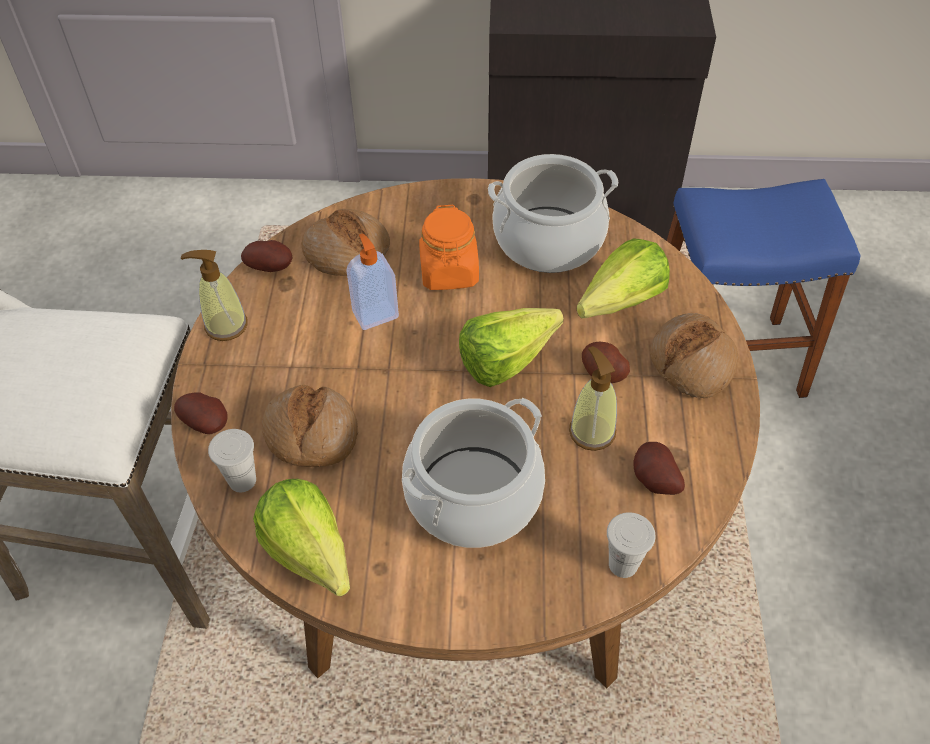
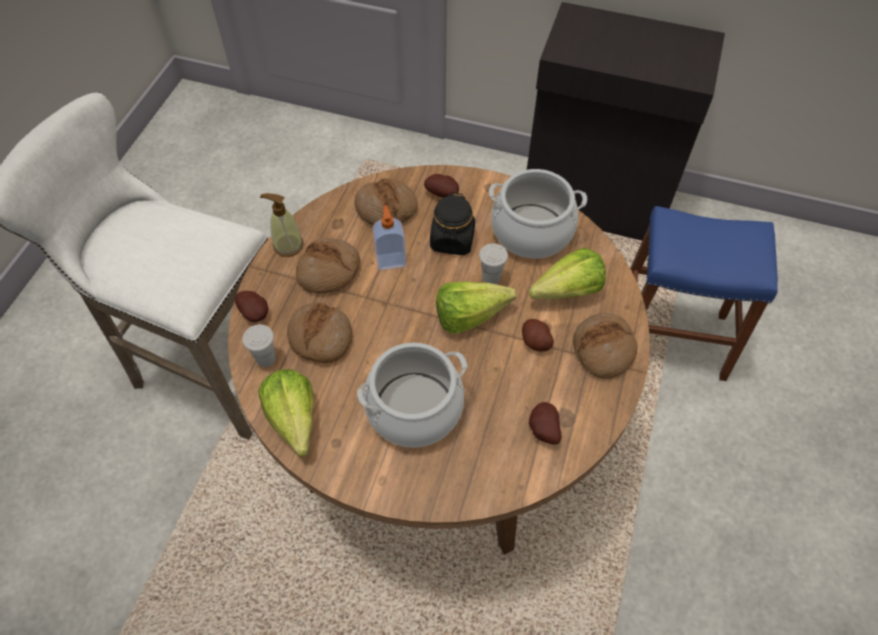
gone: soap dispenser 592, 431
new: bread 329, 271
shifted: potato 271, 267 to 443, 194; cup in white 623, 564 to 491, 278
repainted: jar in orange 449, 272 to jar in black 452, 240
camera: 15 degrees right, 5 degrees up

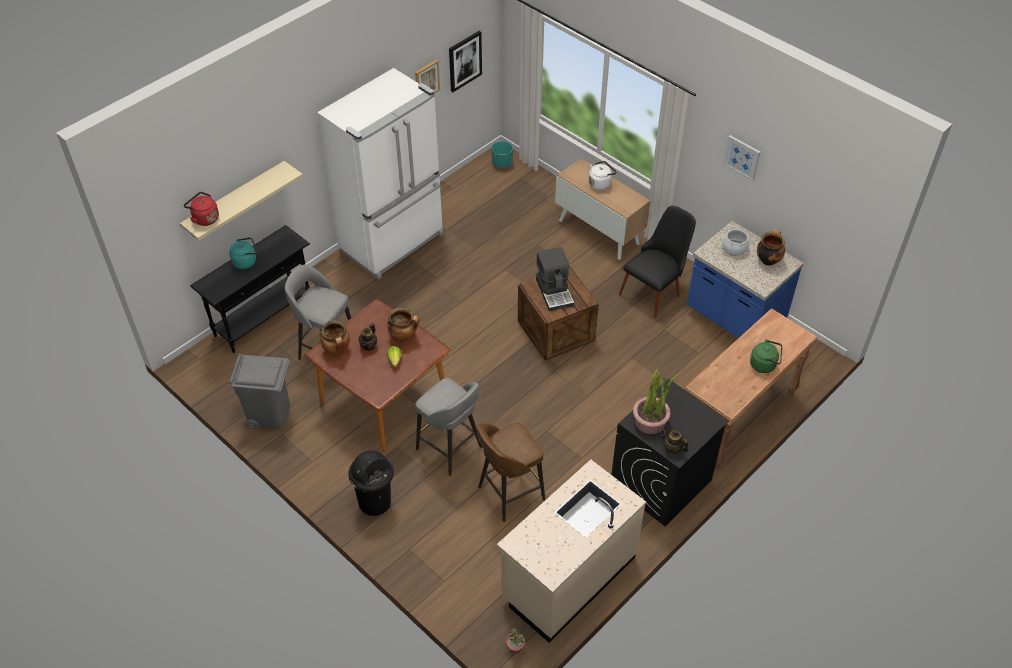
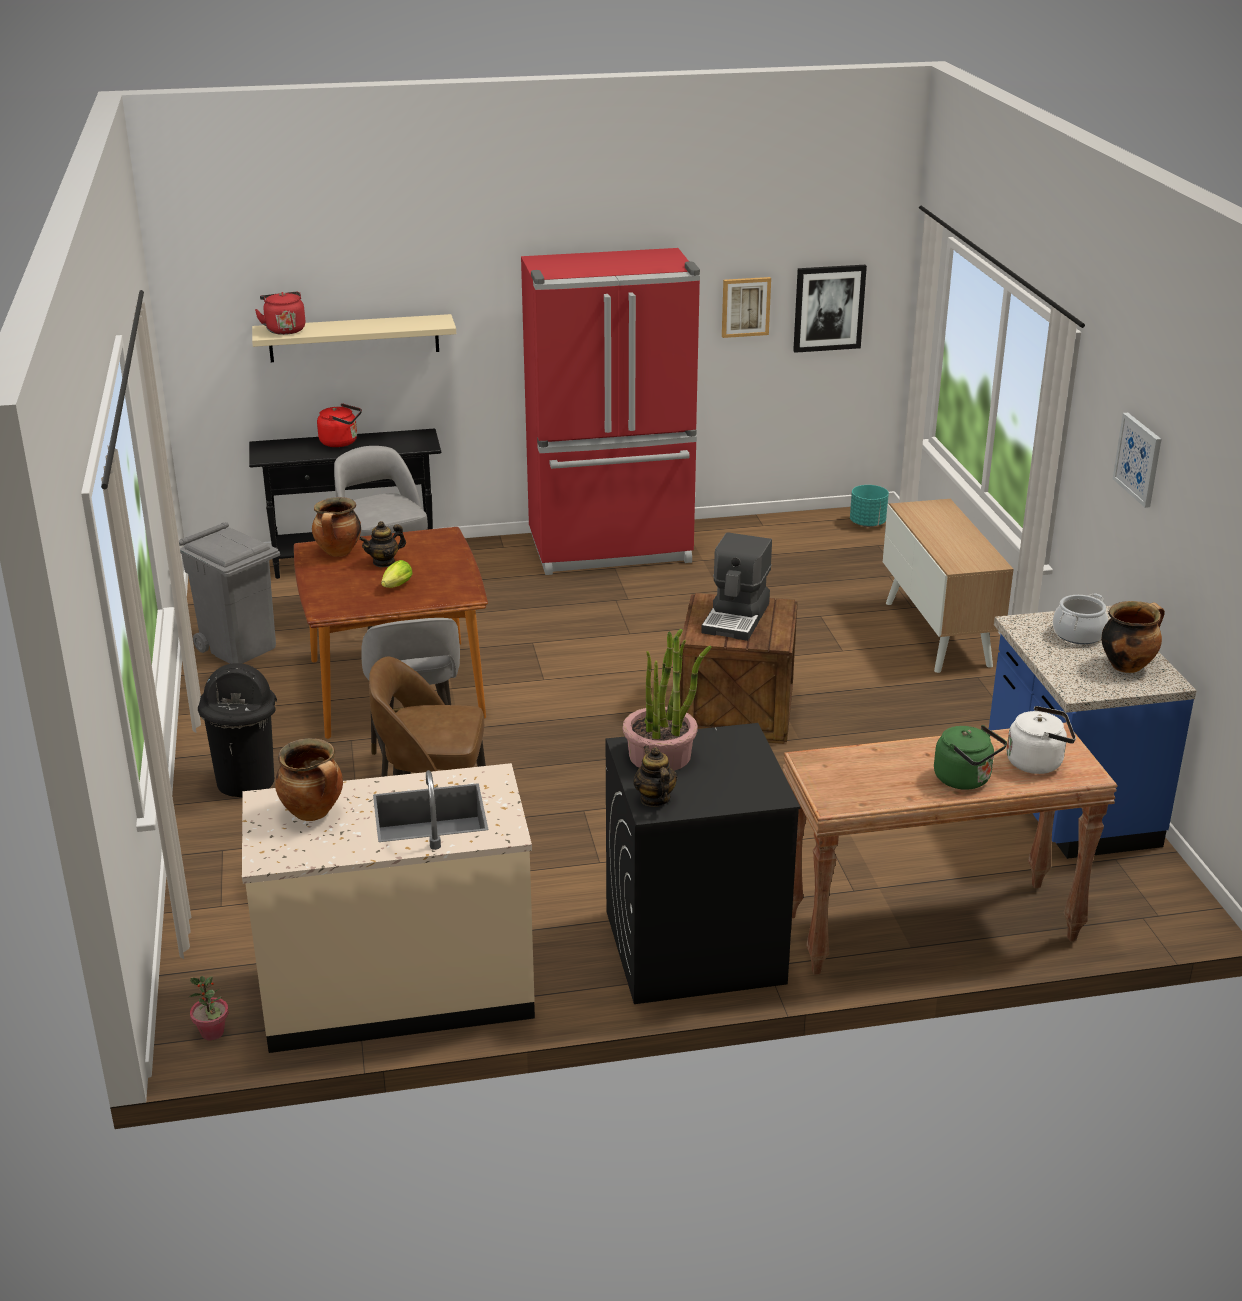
gone: chair in black 655, 290
shifted: kettle in white 600, 183 to 1038, 762; cooking pot 404, 336 to 314, 813
repainted: fridge in white 393, 243 to fridge in red 611, 550; kettle in turquoise 246, 261 to kettle in red 341, 442
camera: 35 degrees right, 20 degrees down

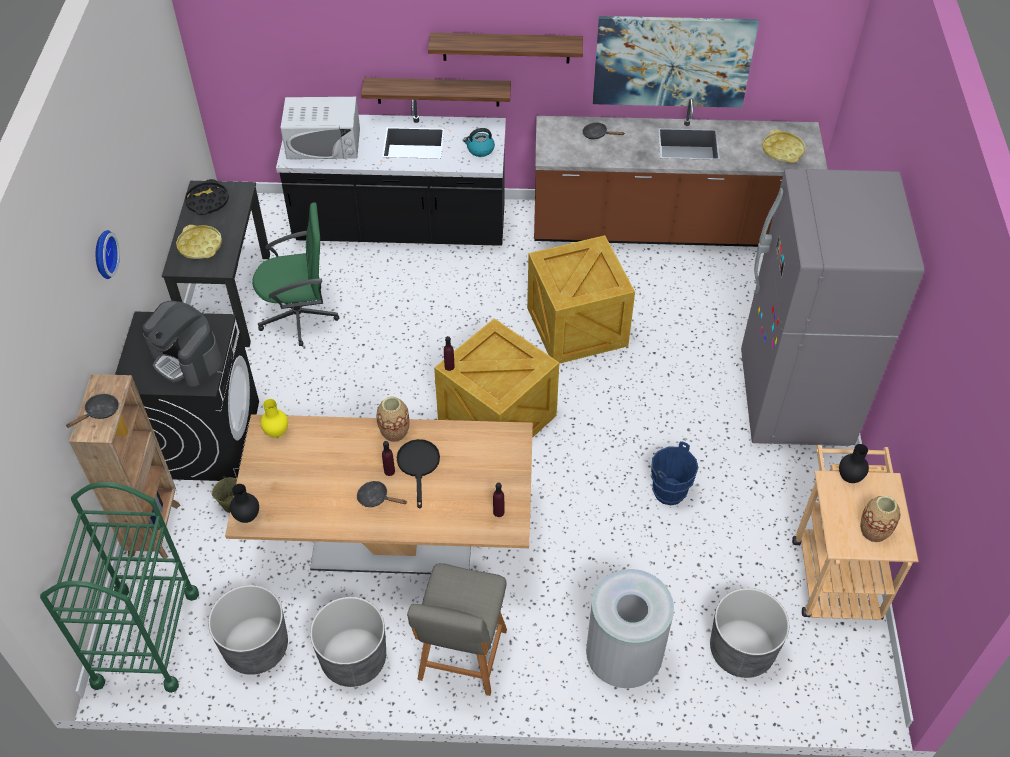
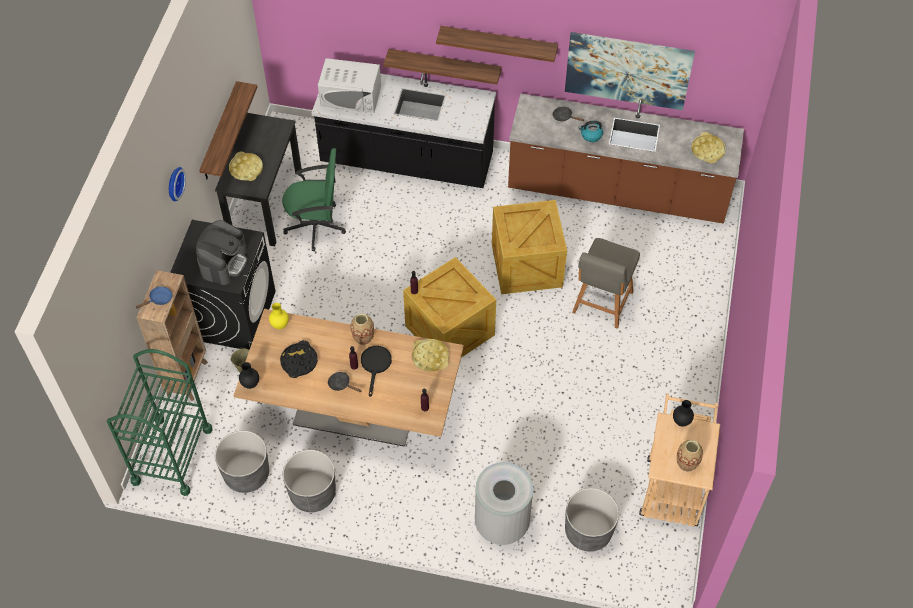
gone: fridge in grey 794, 400; bucket in blue 669, 492
new: shelf 220, 133; tray in yellow 430, 357
shifted: kettle 480, 150 to 591, 135; tray in black 207, 201 to 299, 361; chair in grey 461, 658 to 601, 304
repainted: frying pan in black 100, 412 to frying pan in blue 159, 299
rotated: coffee machine 186, 358 = 224, 262 120 degrees counterclockwise
camera: 10 degrees right, 5 degrees up

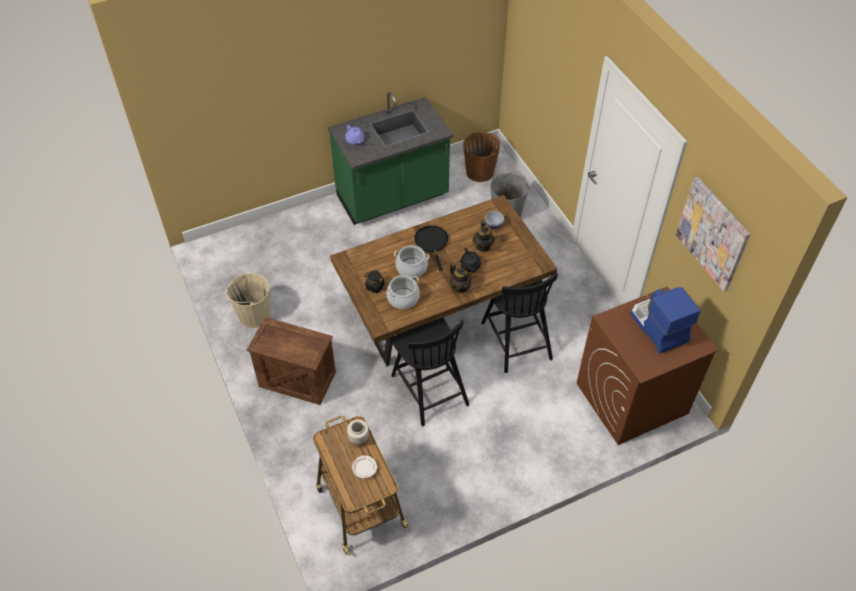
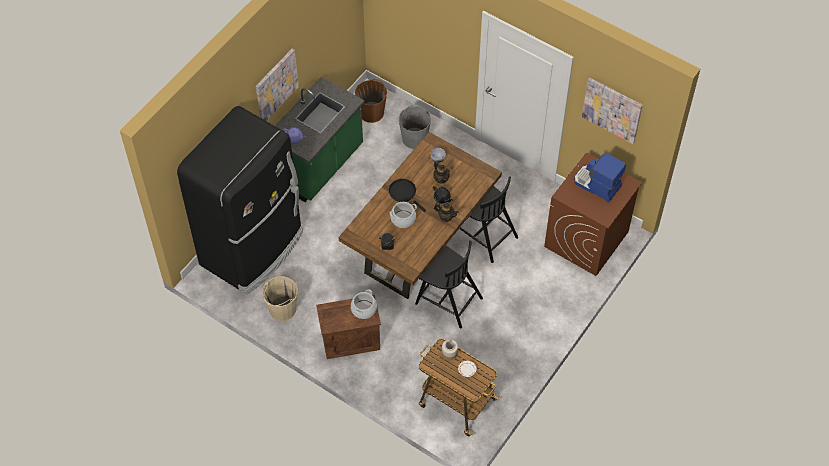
new: picture 276, 85; fridge in black 253, 248
shifted: cooking pot 403, 298 to 364, 309
camera: 30 degrees left, 5 degrees up

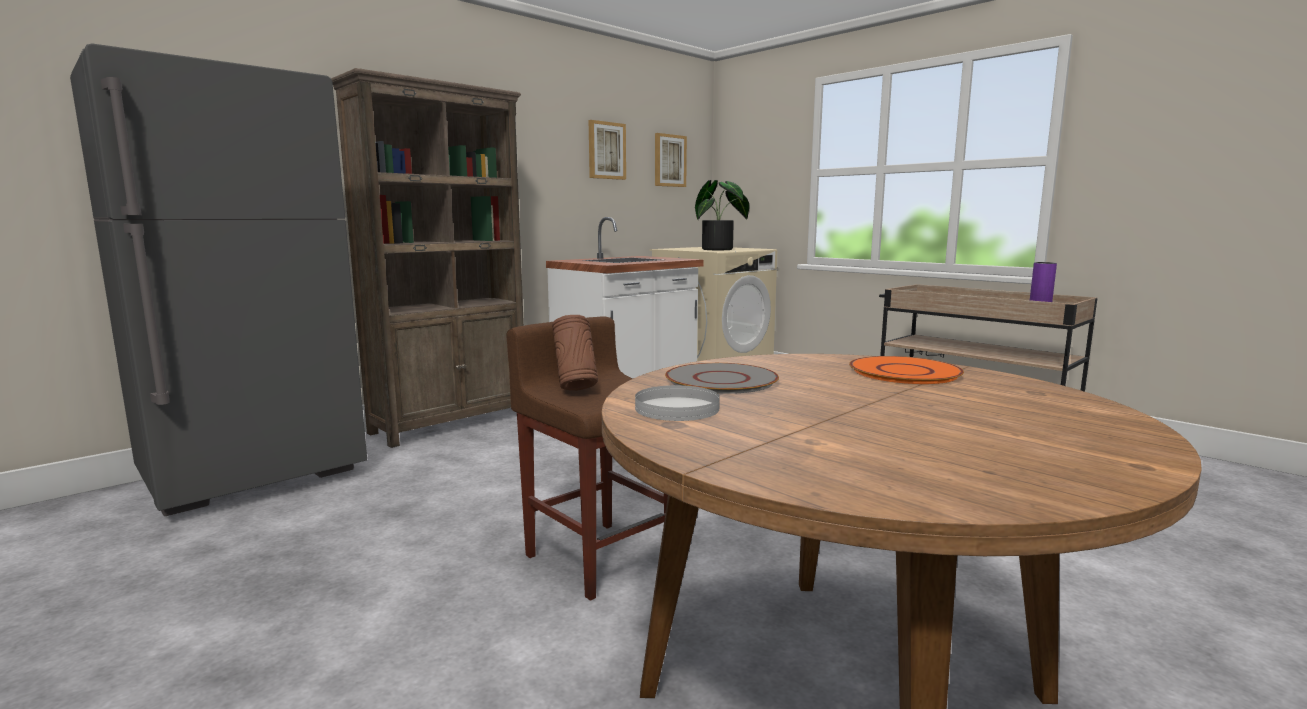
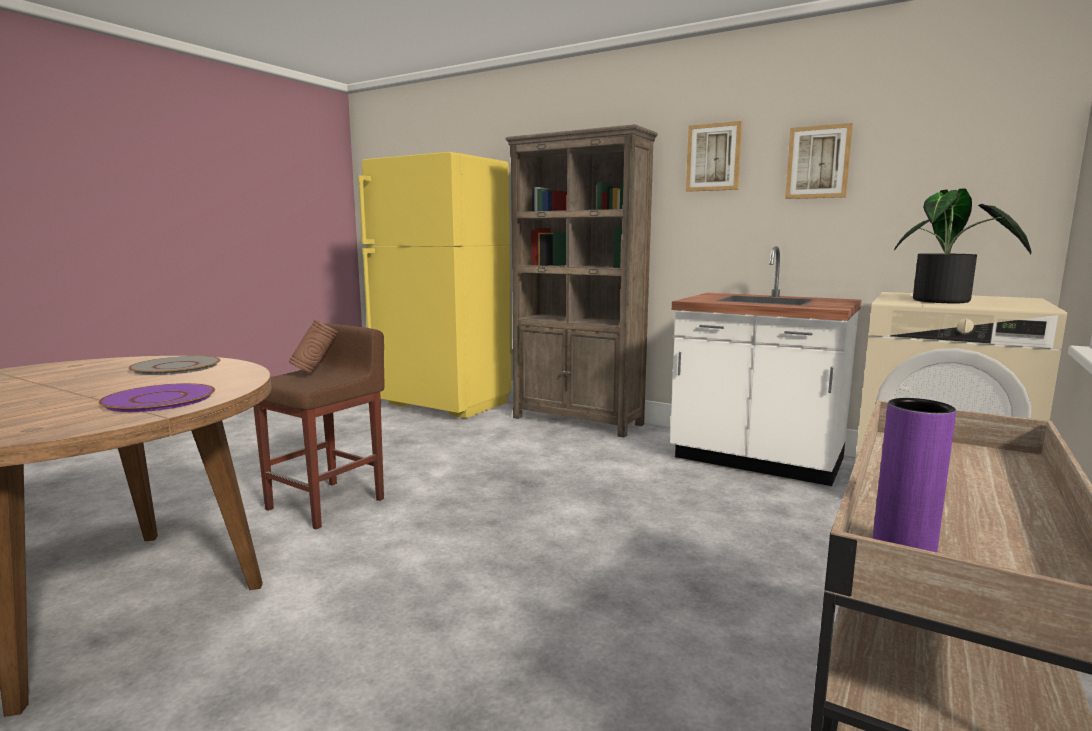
gone: plate in white 677, 408
shifted: picture 669, 160 to 714, 157
repainted: fridge in grey 256, 479 to fridge in yellow 444, 405; plate in orange 905, 372 to plate in purple 158, 400
camera: 75 degrees right, 0 degrees up

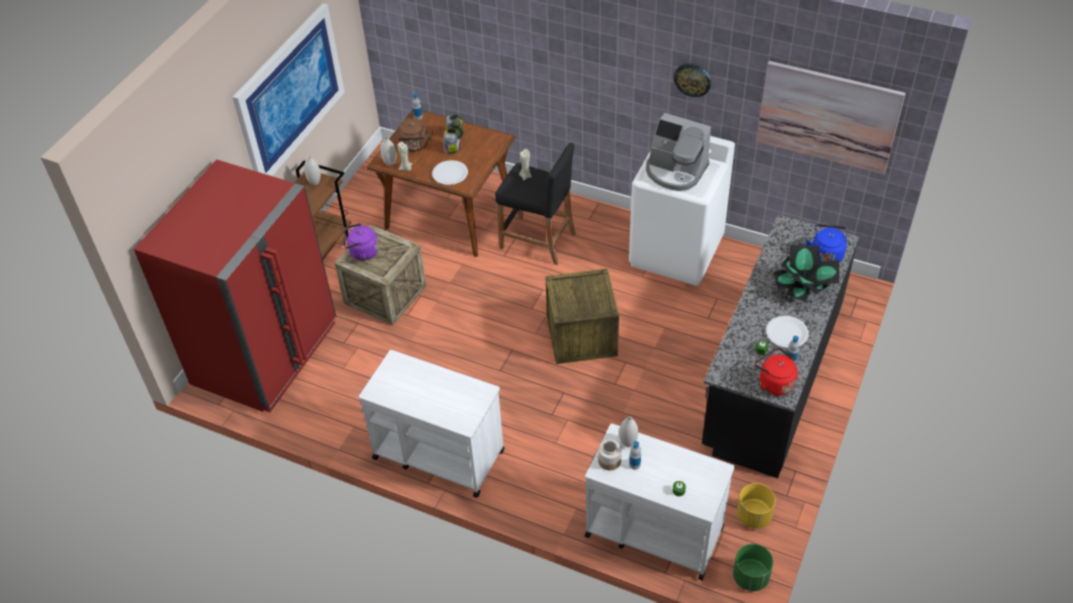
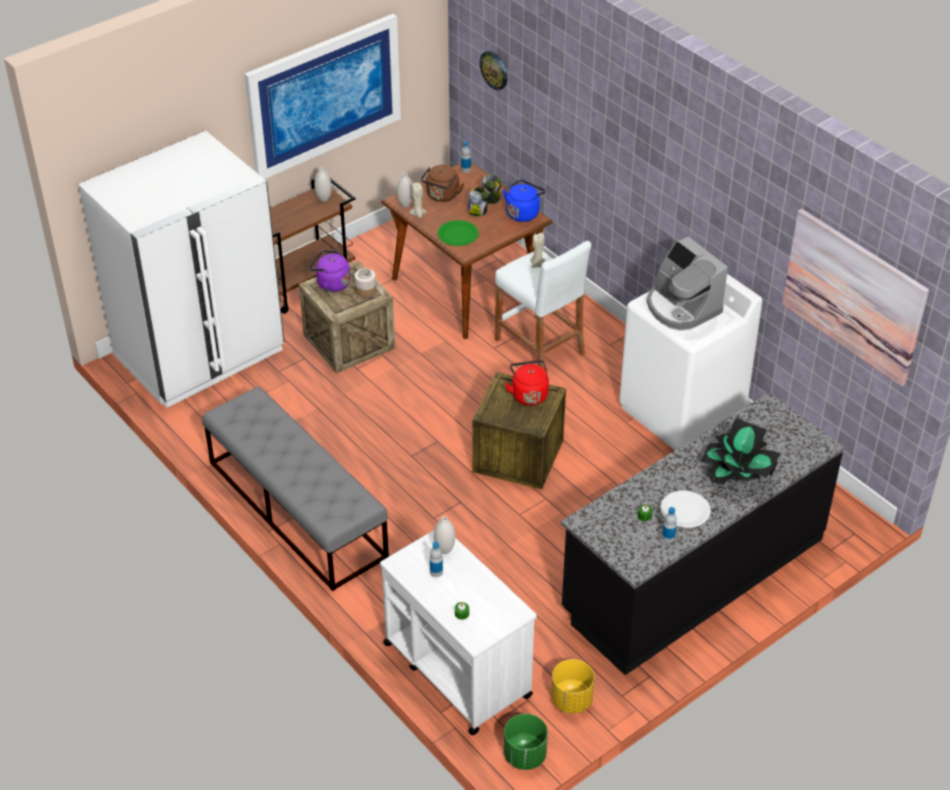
shifted: wall clock 692, 79 to 494, 70; kettle in blue 826, 254 to 523, 213; kettle in red 774, 383 to 528, 394; jar 609, 460 to 366, 290
swapped: cart in white 438, 454 to bench in grey 296, 508
repainted: stool in black 538, 241 to stool in white 539, 346; fridge in red 266, 353 to fridge in white 200, 353; plate in white 450, 174 to plate in green 458, 234
camera: 25 degrees right, 5 degrees down

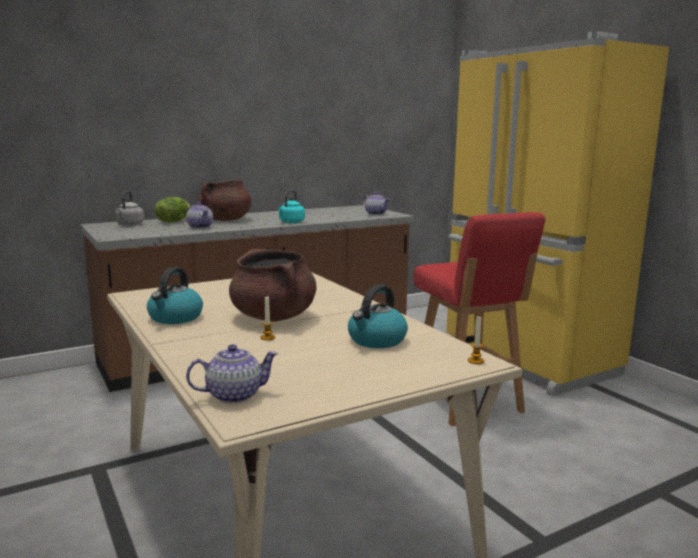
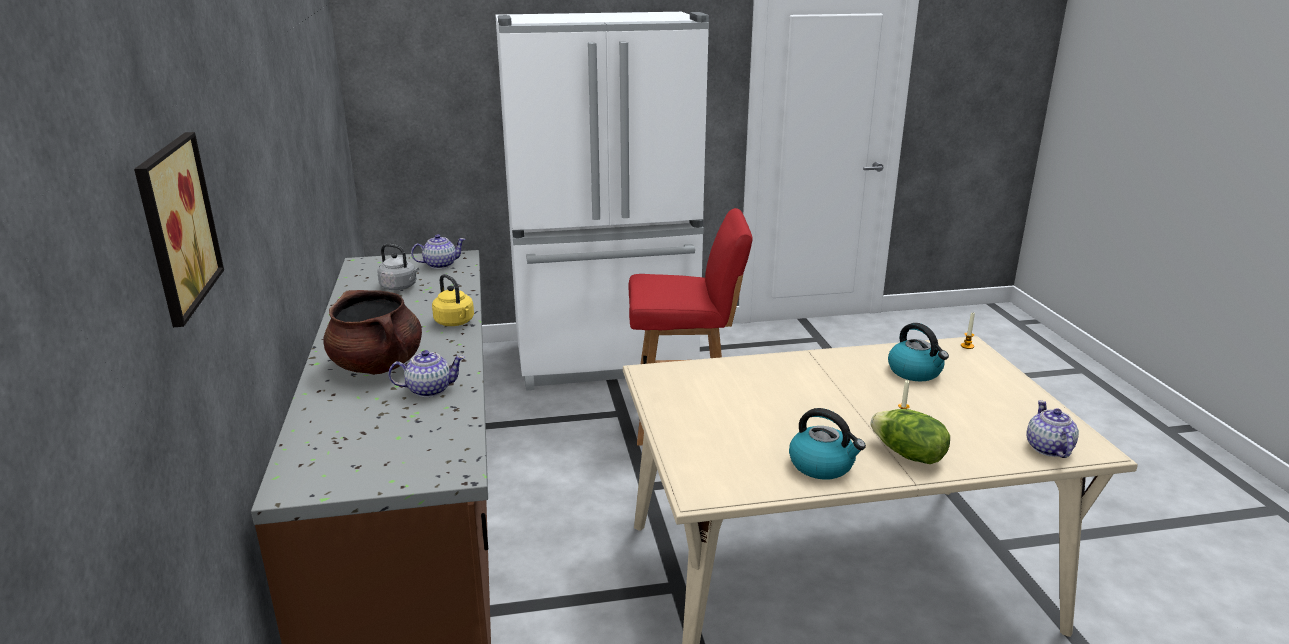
gone: cooking pot in brown 274, 317
new: picture 171, 226
shifted: kettle in grey 129, 224 to 400, 287; lettuce 173, 221 to 908, 455
repainted: fridge in yellow 527, 360 to fridge in white 606, 360; kettle in turquoise 291, 222 to kettle in yellow 455, 322
camera: 70 degrees left, 10 degrees up

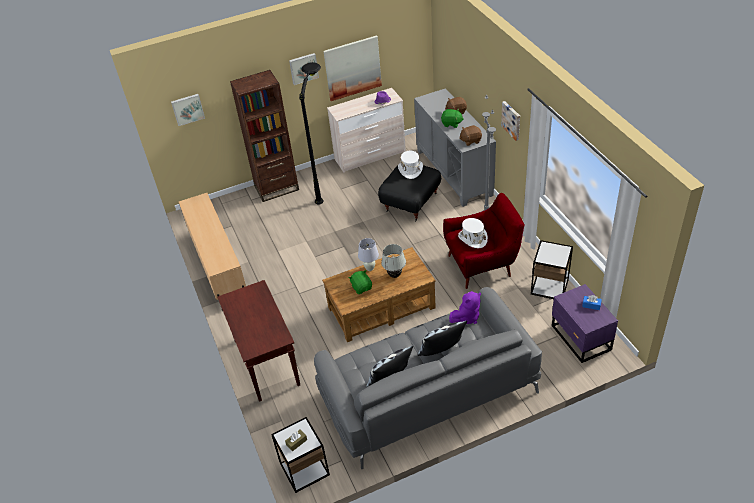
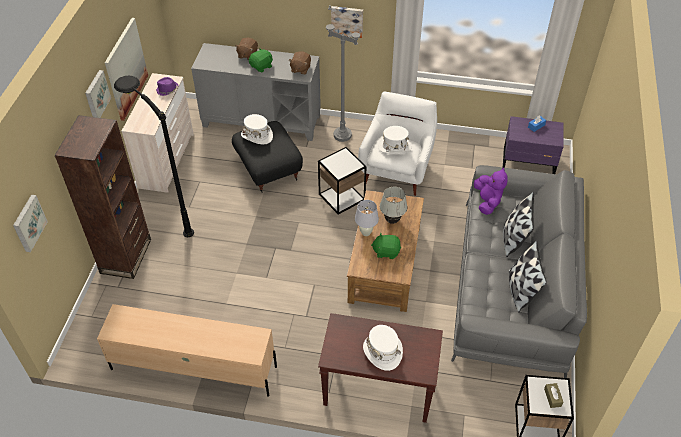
new: hat in white 382, 352
shifted: side table 549, 286 to 342, 197
repainted: armchair in red 482, 265 to armchair in white 397, 170
camera: 60 degrees left, 5 degrees up

